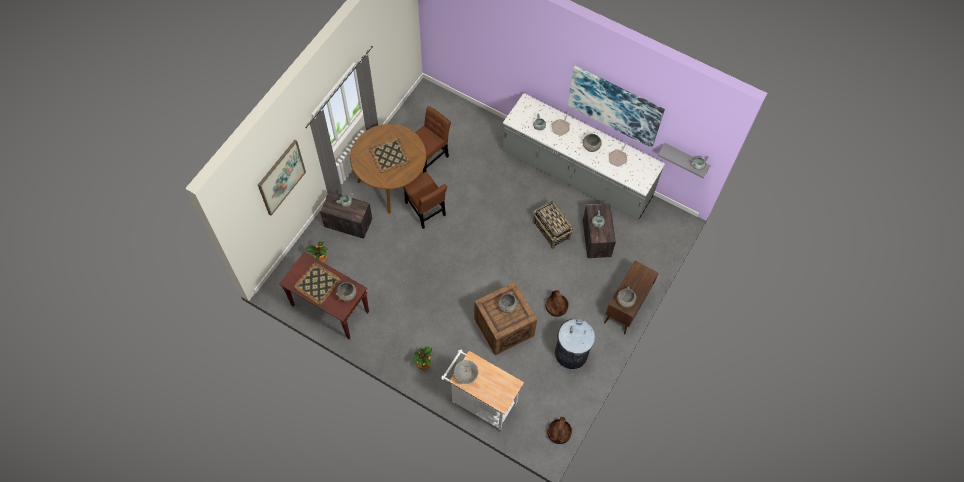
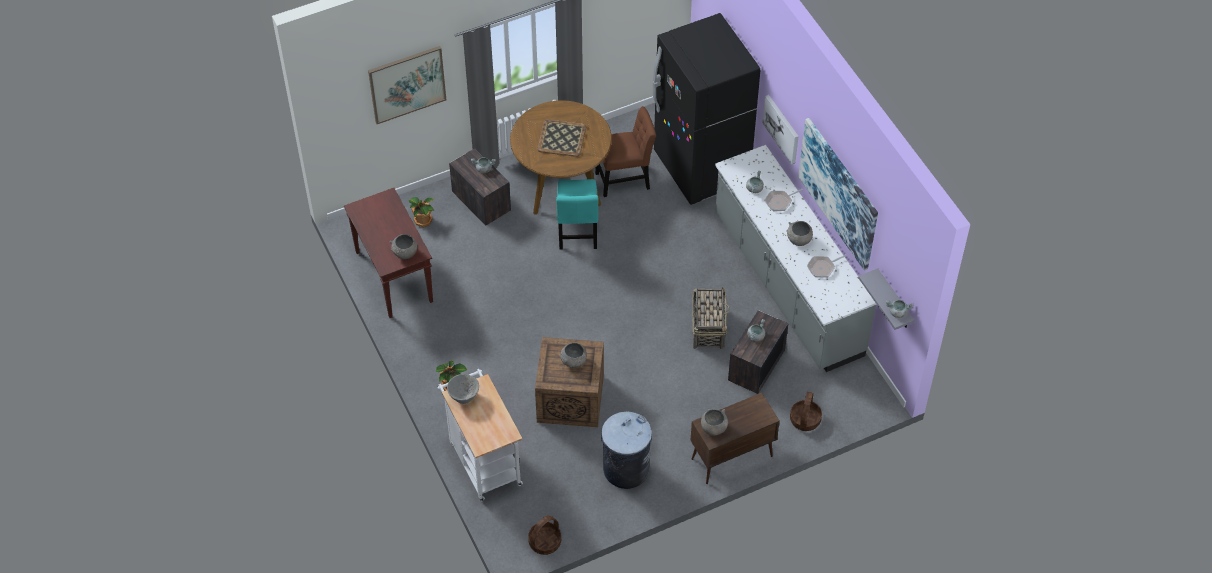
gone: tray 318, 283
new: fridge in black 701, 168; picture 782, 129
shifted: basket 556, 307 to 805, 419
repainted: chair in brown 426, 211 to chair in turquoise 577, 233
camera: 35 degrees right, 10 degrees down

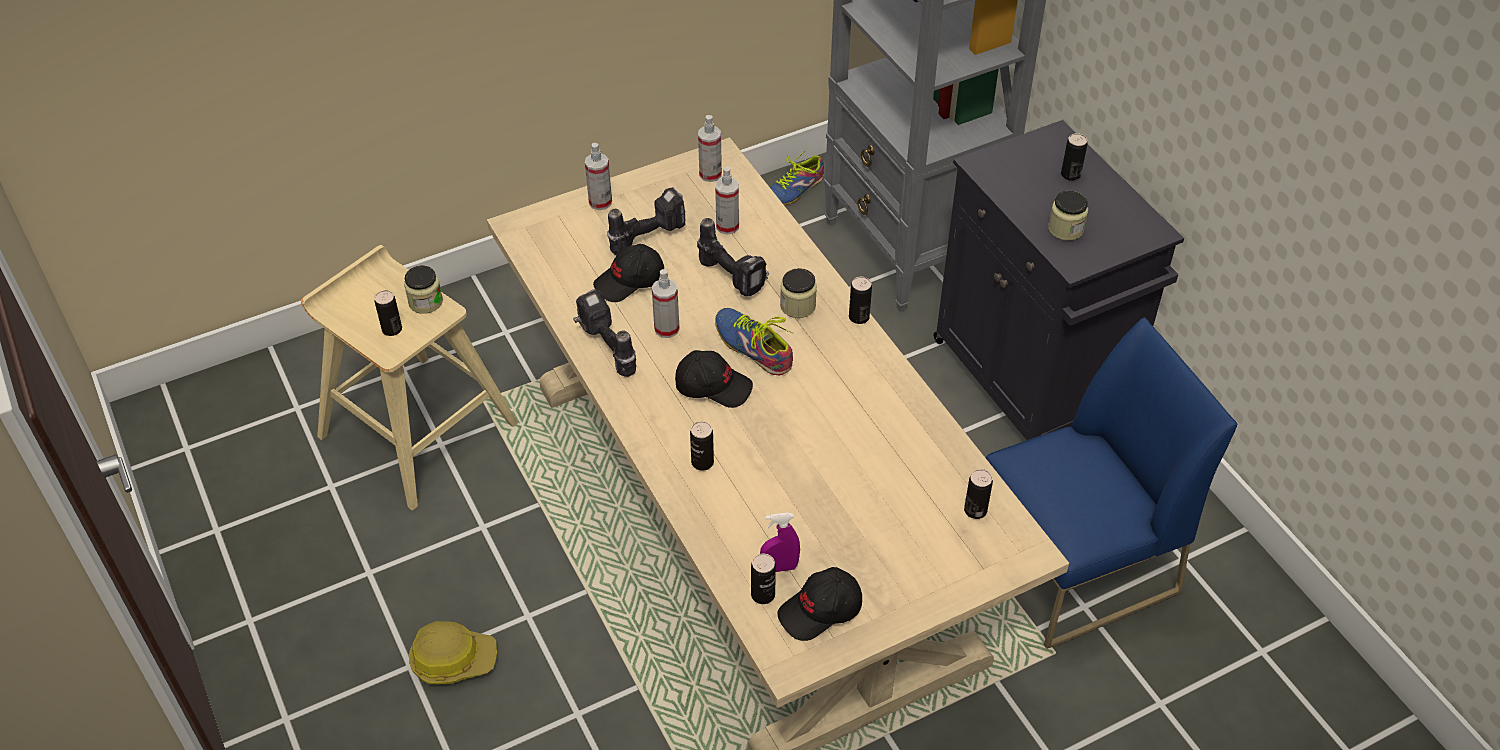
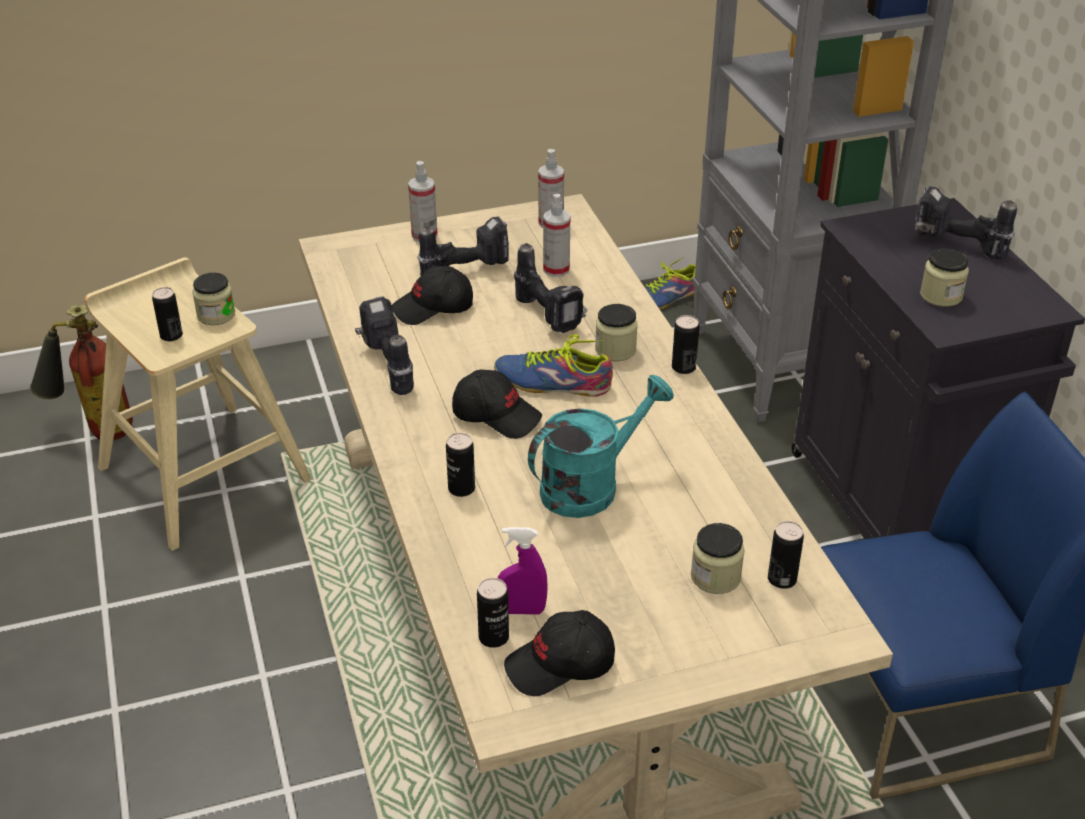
gone: spray bottle 666, 329; hard hat 453, 659
new: fire extinguisher 94, 430; watering can in turquoise 590, 485; jar 715, 577
swapped: can 1070, 175 to power drill 955, 247
rotated: shoe 753, 347 = 553, 383 45 degrees counterclockwise
camera: 10 degrees right, 10 degrees down

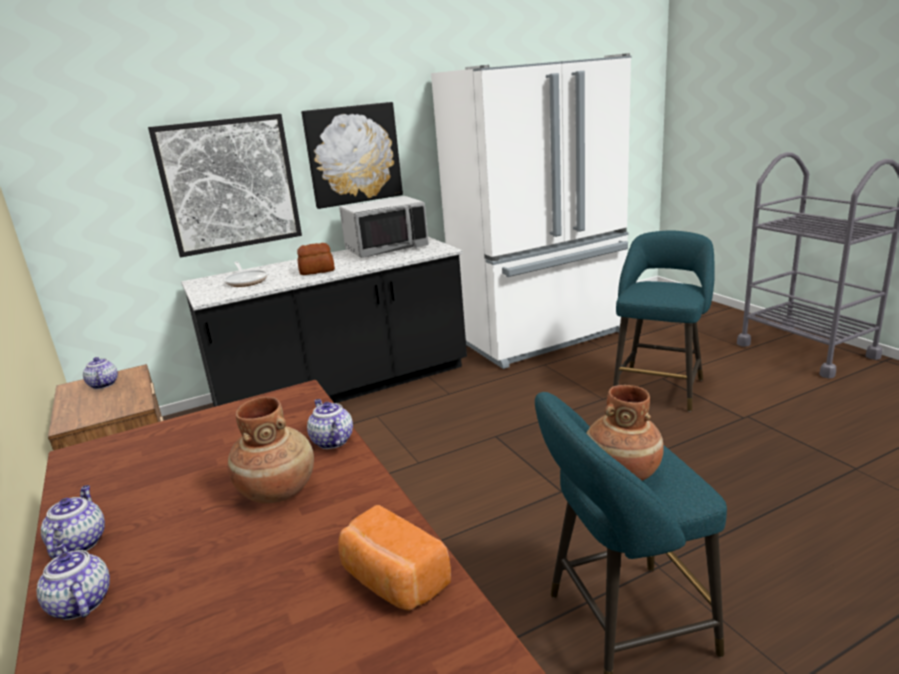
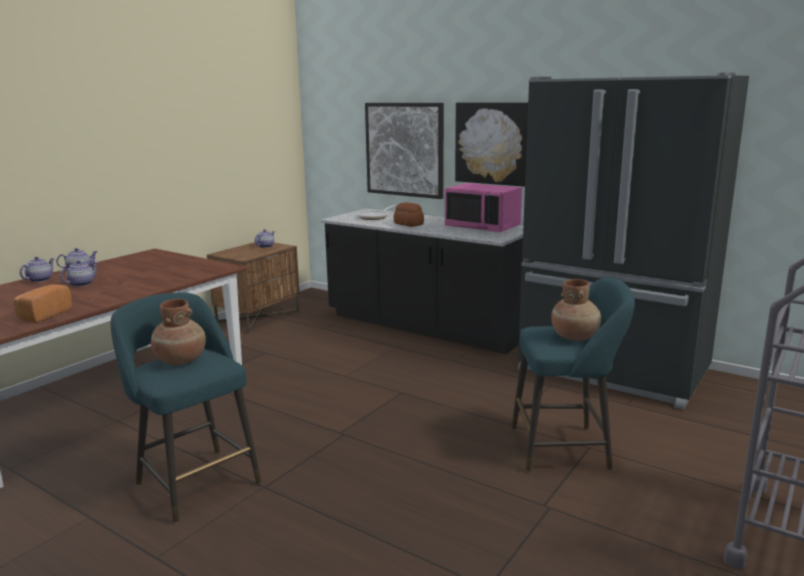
shifted: vase in brown 278, 490 to 575, 337; teapot 331, 441 to 82, 284
repainted: fridge in white 541, 336 to fridge in black 612, 372; microwave in grey 386, 248 to microwave in pink 483, 226
camera: 60 degrees right, 5 degrees down

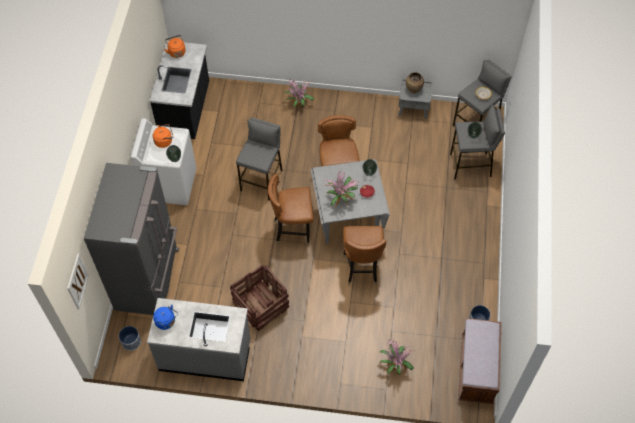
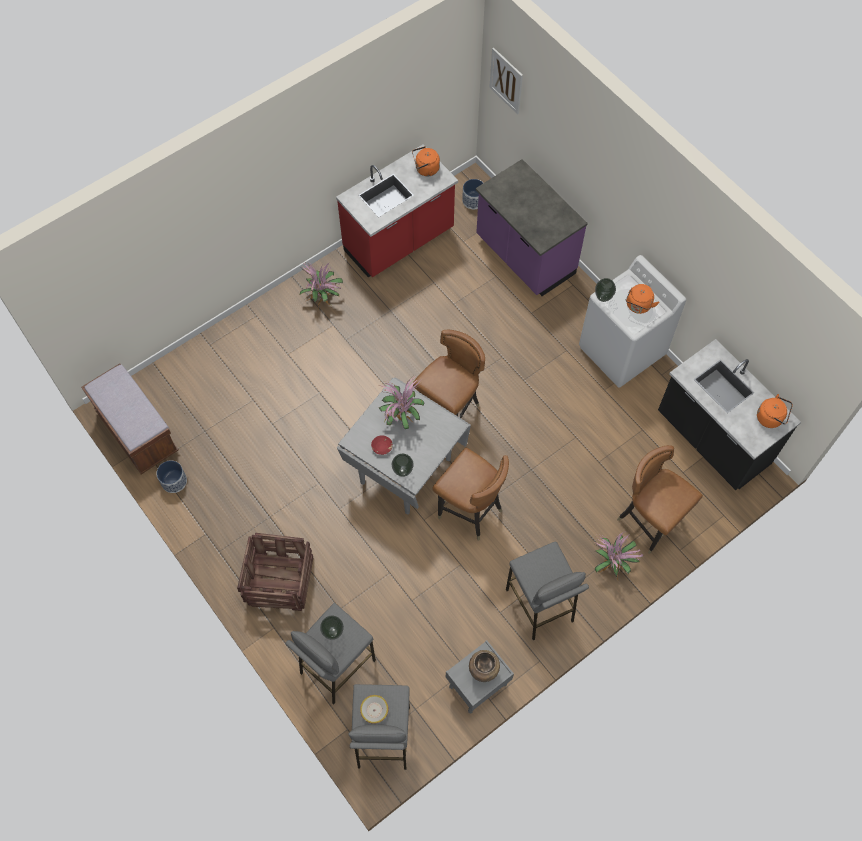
shifted: stool in grey 262, 180 to 539, 605; chair in brown 361, 269 to 649, 522; crate 260, 304 to 280, 581; potted plant 395, 365 to 323, 298
swapped: fridge in grey 149, 279 to counter in purple 524, 256
repainted: counter in grey 205, 355 to counter in red 399, 242; kettle in blue 166, 322 to kettle in orange 425, 169
camera: 135 degrees right, 5 degrees up

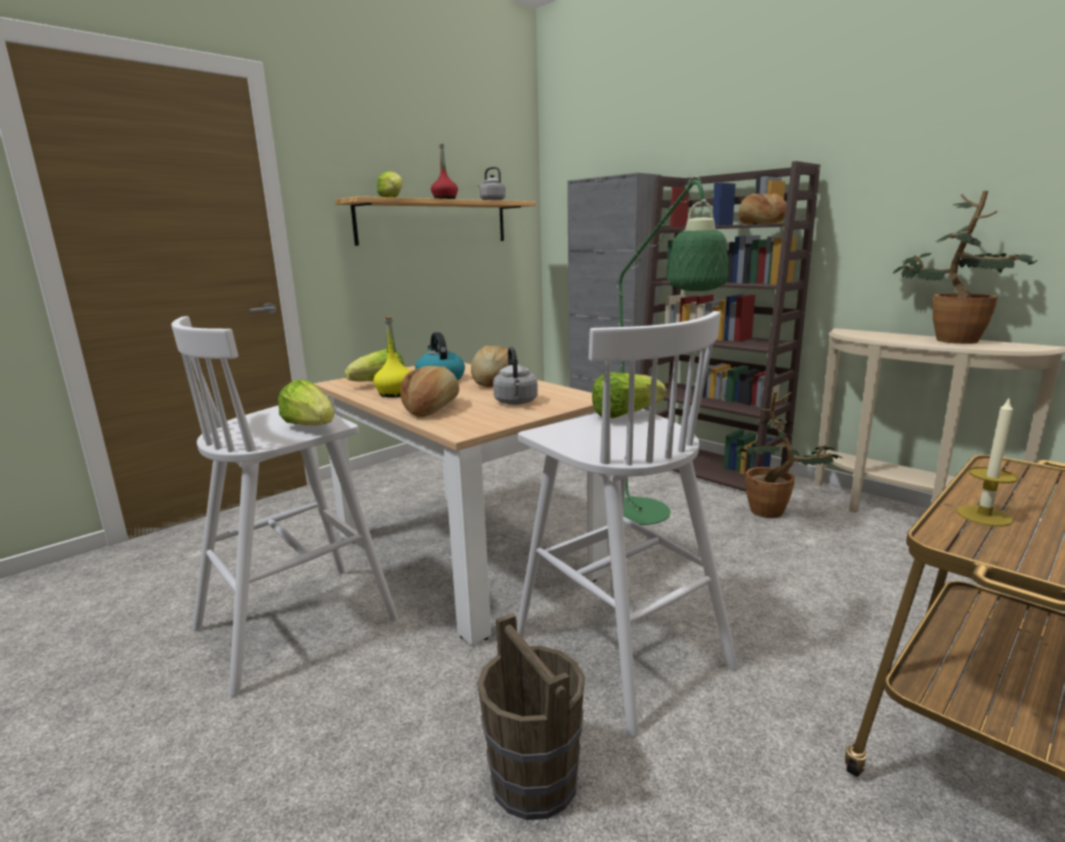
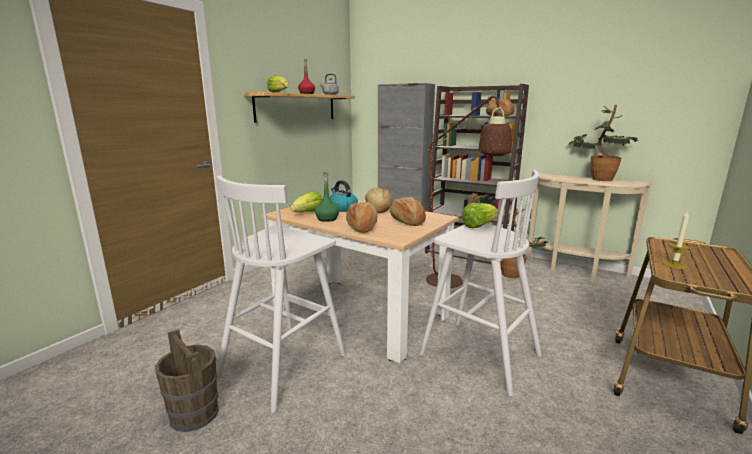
gone: lettuce 311, 426
shifted: bucket in brown 534, 781 to 194, 414
swapped: kettle in grey 516, 402 to bread 407, 221
repainted: floor lamp in green 646, 518 to floor lamp in brown 451, 283; bottle in yellow 395, 393 to bottle in green 327, 219
camera: 15 degrees left, 0 degrees up

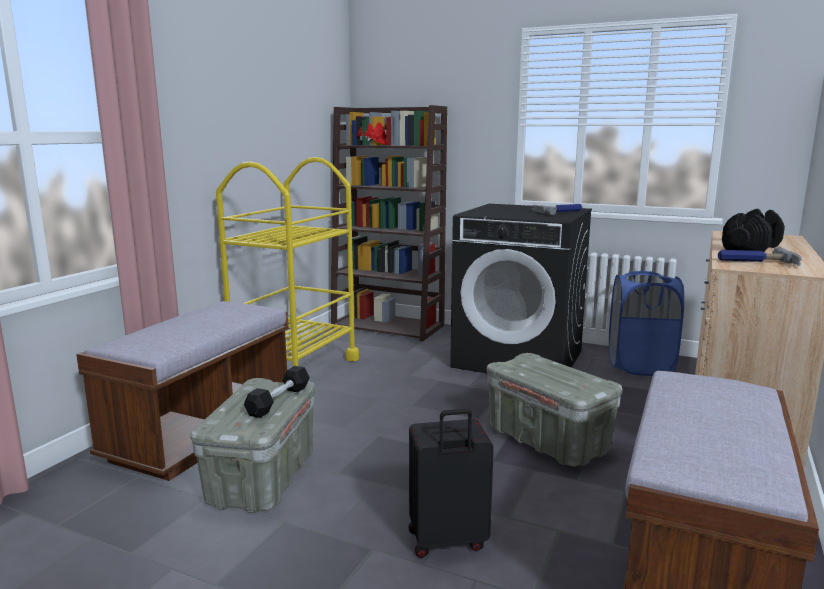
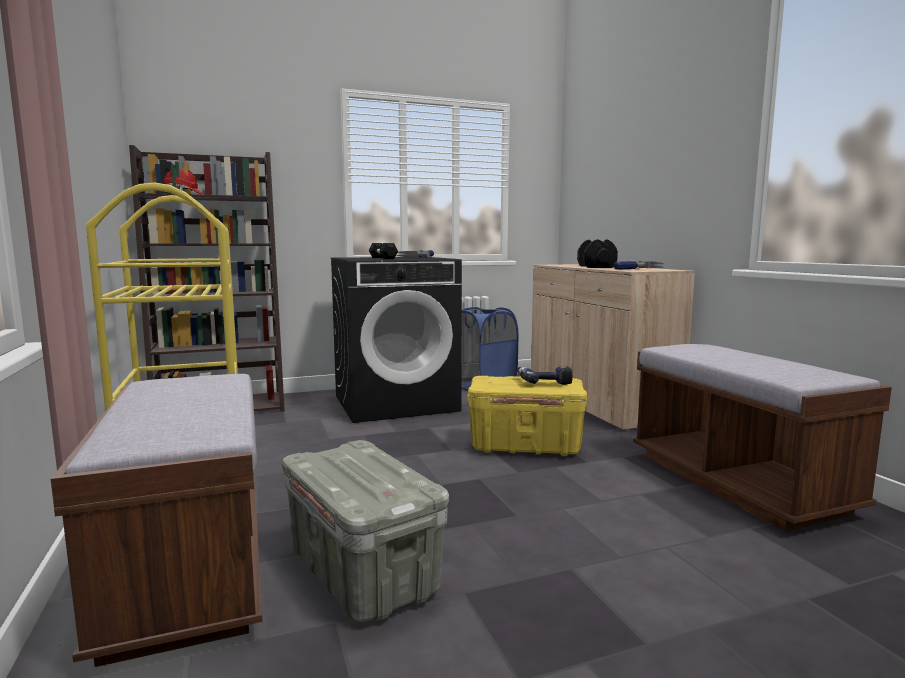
gone: suitcase in black 447, 541
new: power drill 543, 382
shifted: dumbbell in black 279, 400 to 382, 258
repainted: storage box in grey 548, 441 to storage box in yellow 526, 446
camera: 45 degrees left, 5 degrees down

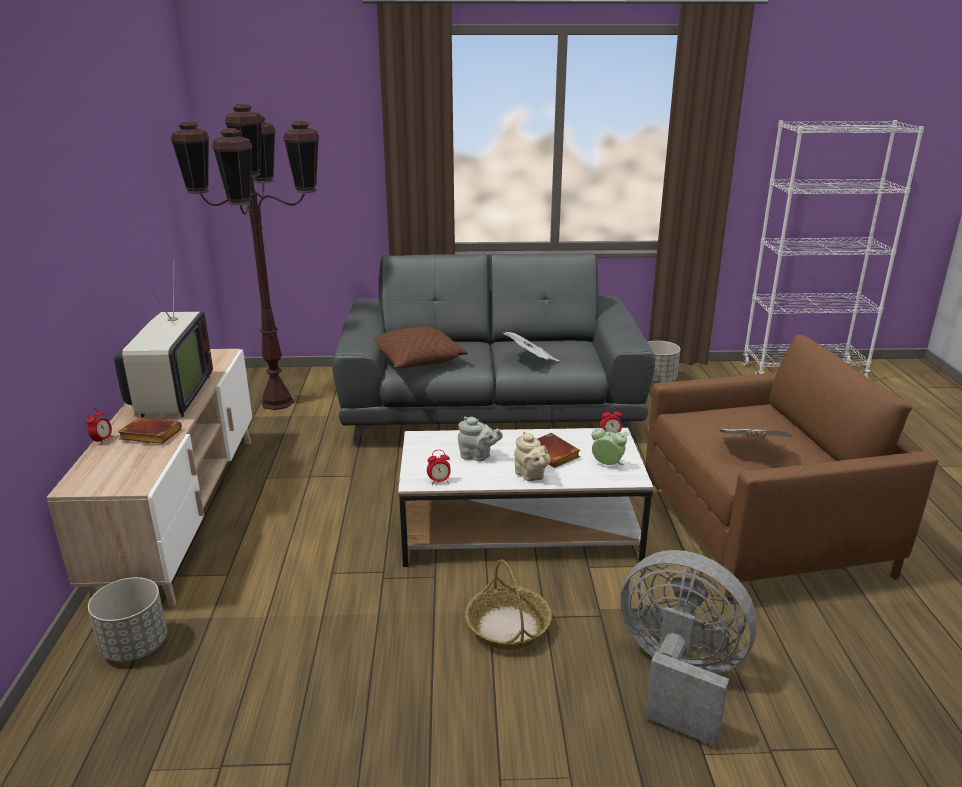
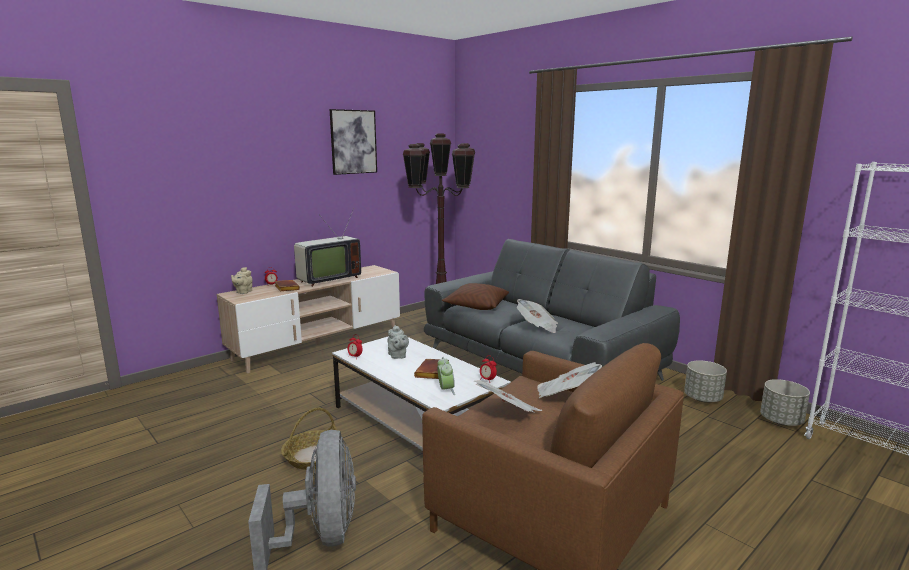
new: picture 353, 142; newspaper 565, 395
shifted: teapot in beige 531, 476 to 243, 292; planter in grey 135, 646 to 781, 421
camera: 50 degrees right, 10 degrees down

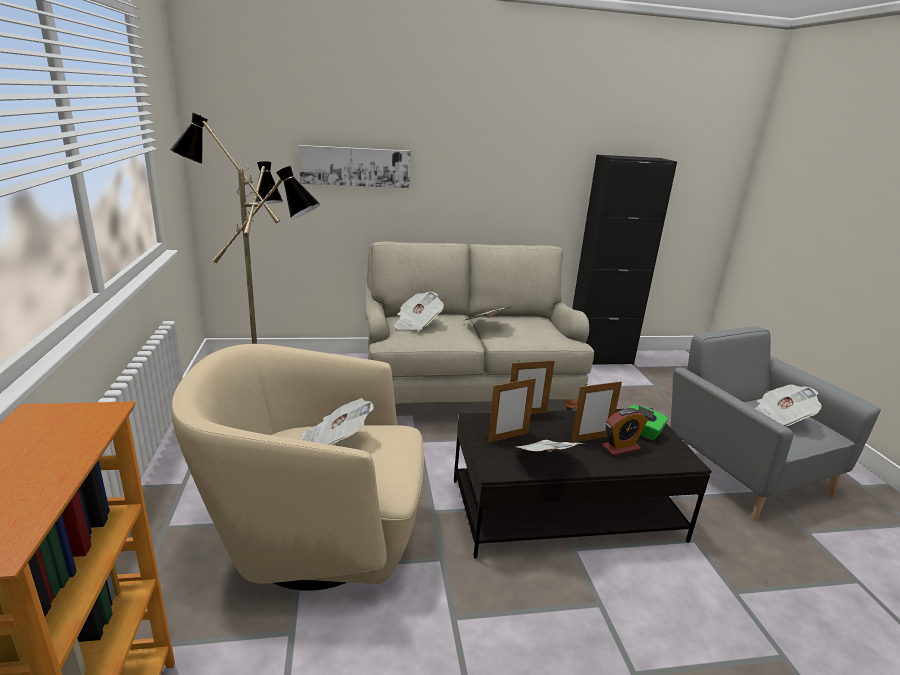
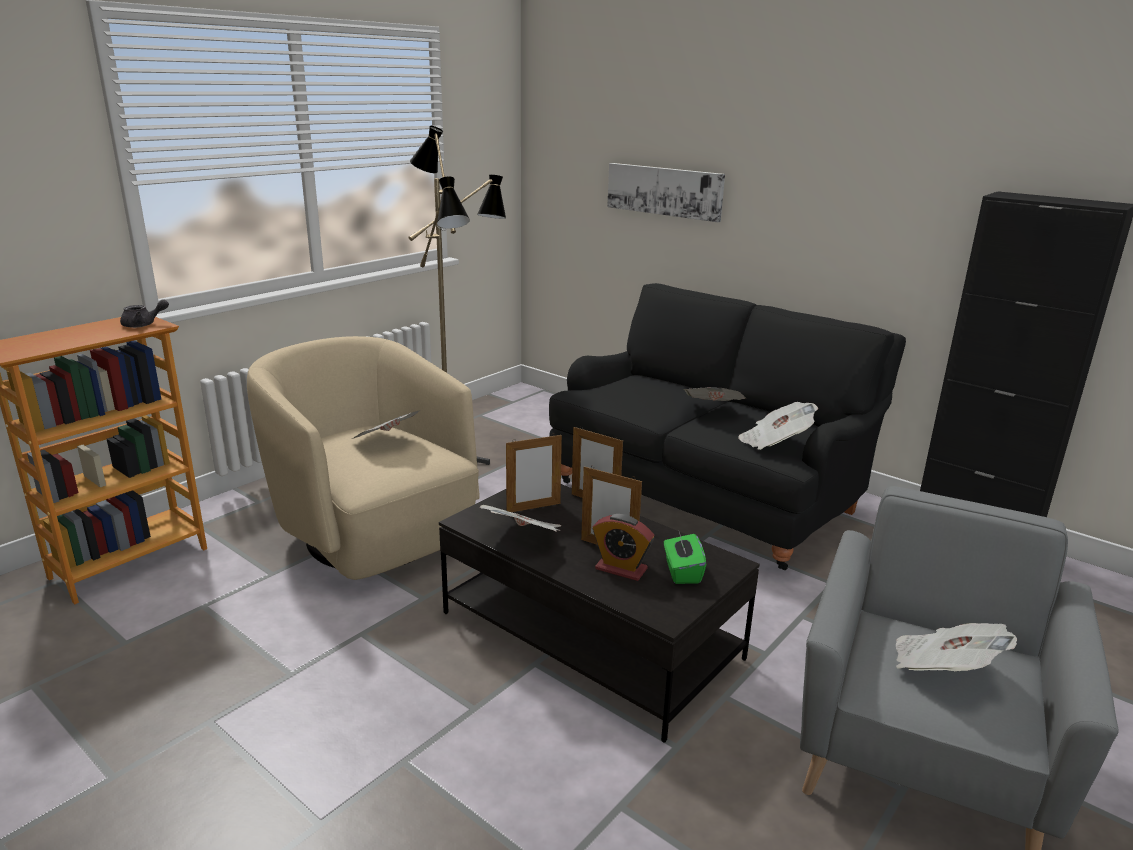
new: teapot in grey 143, 324
shifted: newspaper 417, 324 to 775, 442
repainted: sofa in beige 465, 385 to sofa in black 710, 493
rotated: picture frame 508, 437 = 533, 508 45 degrees counterclockwise
camera: 50 degrees right, 0 degrees up

